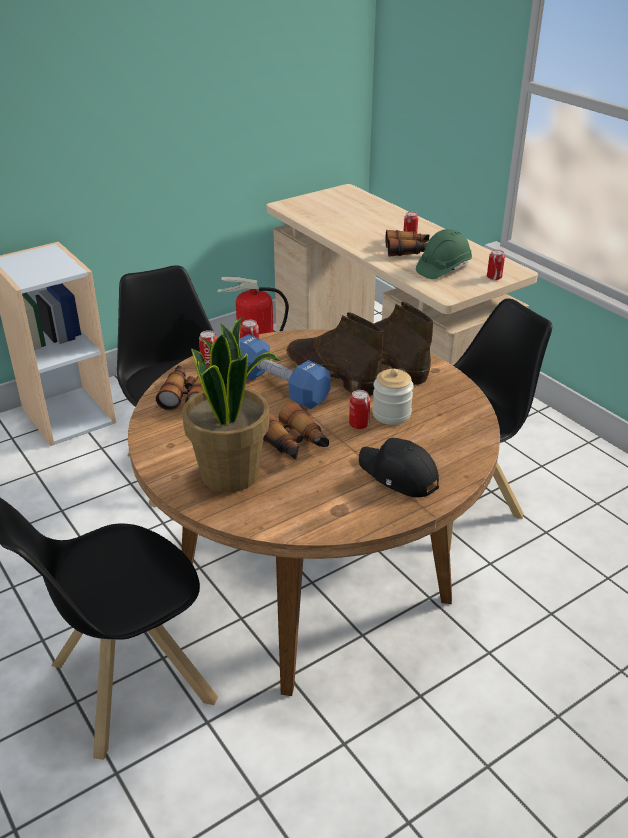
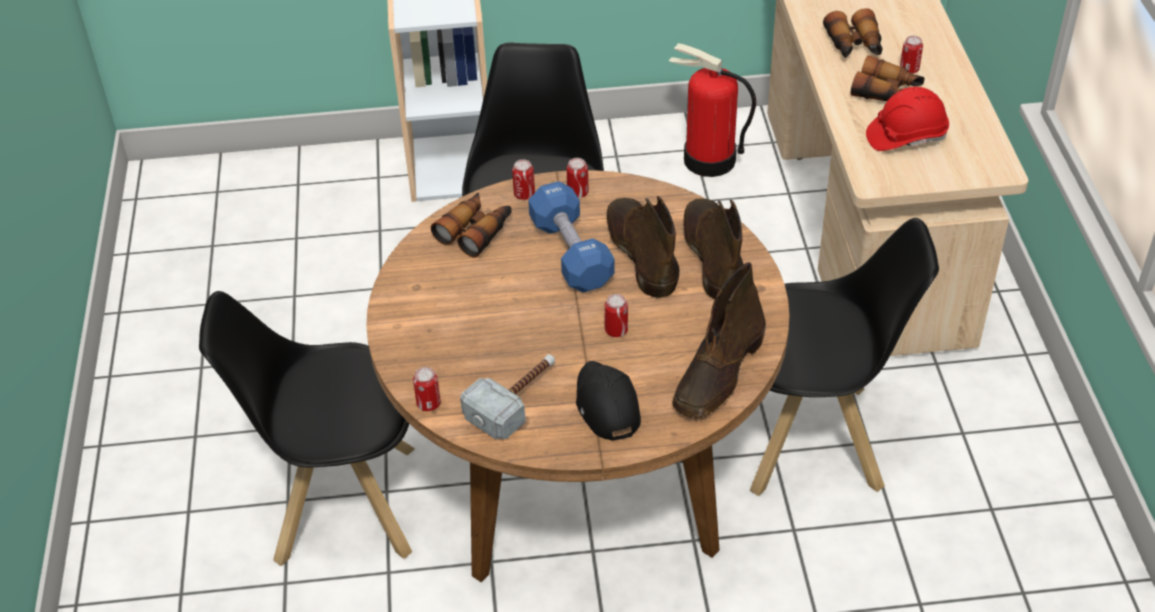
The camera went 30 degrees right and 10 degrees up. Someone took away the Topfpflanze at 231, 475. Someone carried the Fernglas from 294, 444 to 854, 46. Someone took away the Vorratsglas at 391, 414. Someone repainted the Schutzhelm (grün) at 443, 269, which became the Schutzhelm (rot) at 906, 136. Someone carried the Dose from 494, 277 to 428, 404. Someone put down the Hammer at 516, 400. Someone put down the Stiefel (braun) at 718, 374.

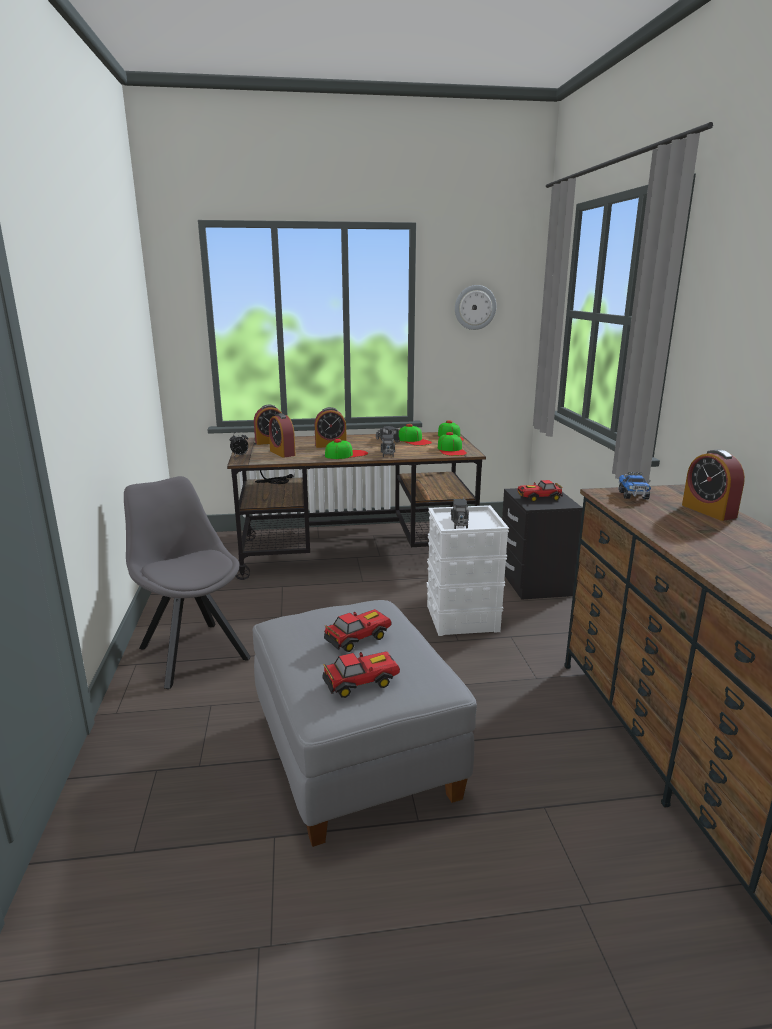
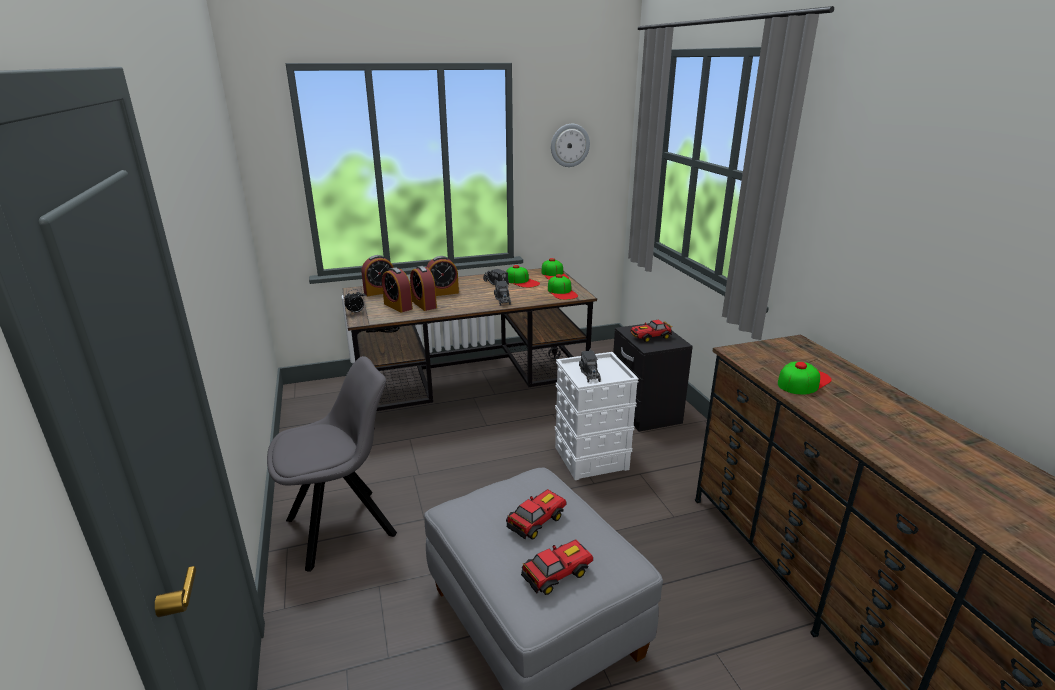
The camera went 10 degrees left and 5 degrees up. Someone rotated the Stuhl (grau) at 192, 653 by 105 degrees clockwise. Someone carried the Kappe from 346, 454 to 803, 381. Someone took away the Spielzeuglaster at 633, 495. Someone carried the Wecker from 708, 511 to 424, 304.

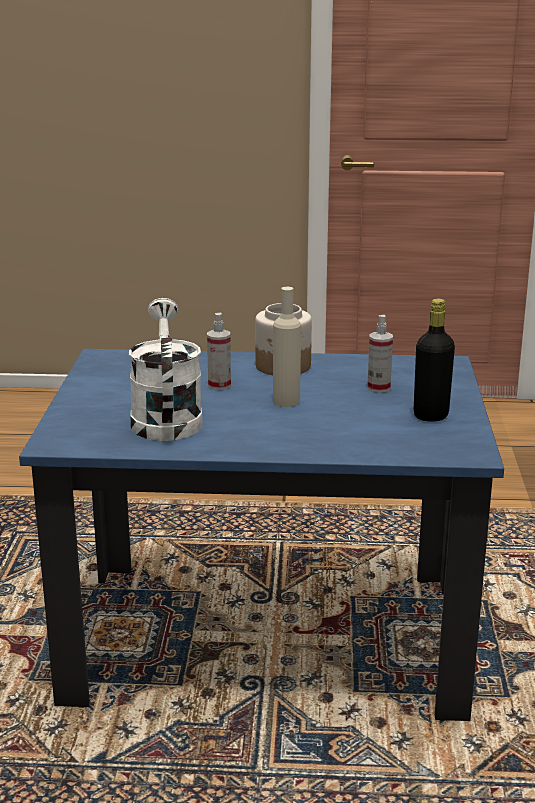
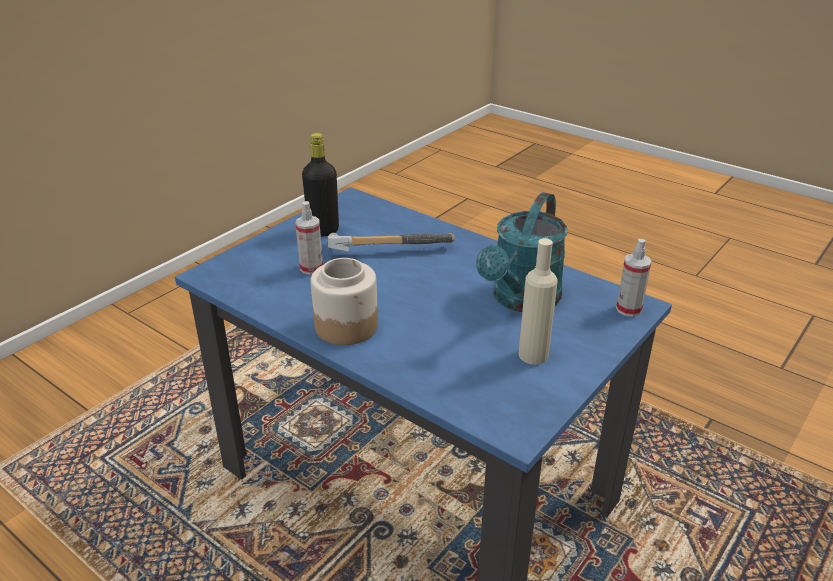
The camera went 145 degrees left and 10 degrees up. Someone repainted the Gießkanne (weiß) at 165, 417, which became the Gießkanne (türkis) at 521, 300. Someone carried the Sprühflasche from 219, 385 to 628, 309. Someone carried the Flasche (beige) from 286, 401 to 533, 355. Someone put down the Hammer at 384, 250.

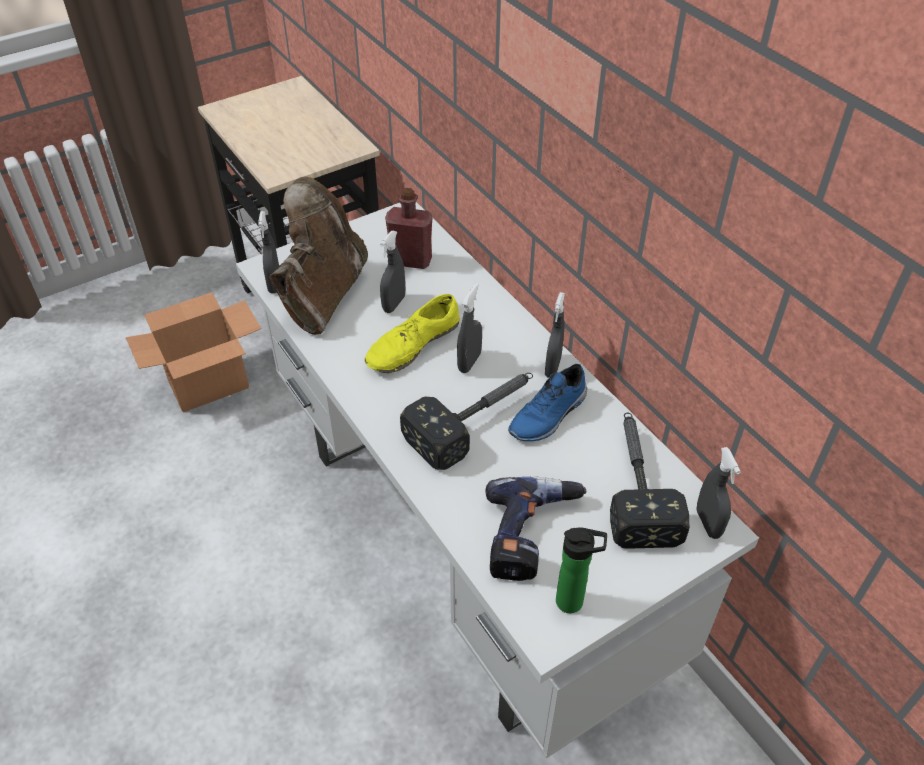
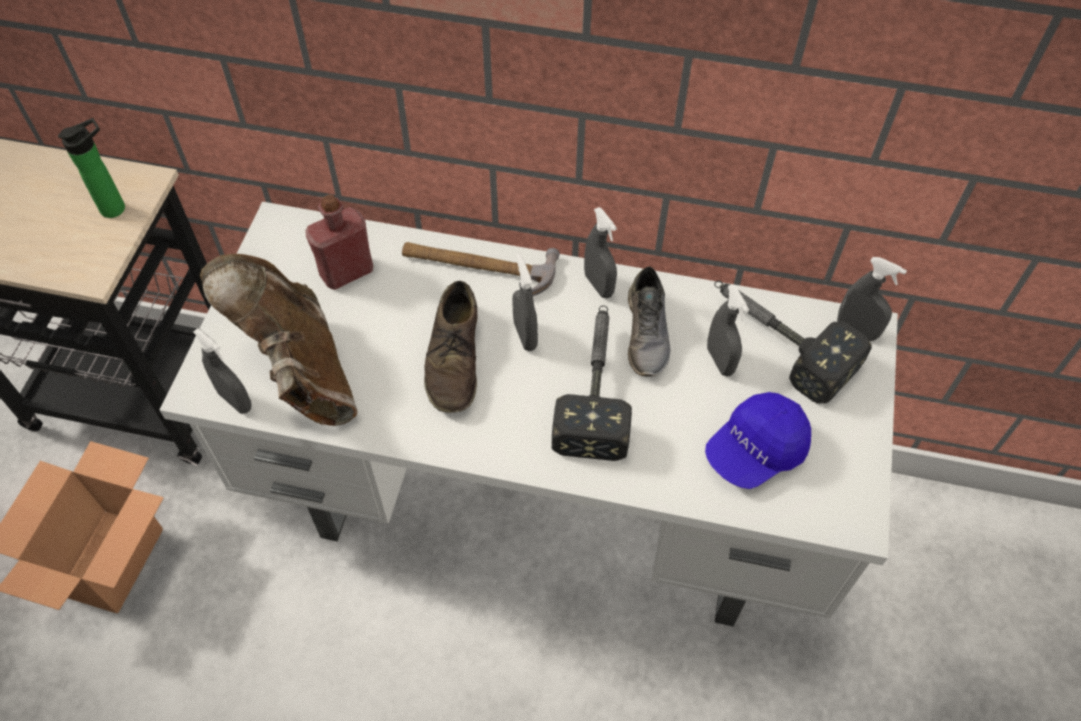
The camera went 45 degrees left and 10 degrees up. Someone repainted the Schuh (gelb) at 412, 345, which became the Schuh (braun) at 454, 358. Someone carried the Sprühflasche (grau) from 394, 304 to 720, 360. Someone swapped the Bohrmaschine at 532, 535 for the Kappe (blau) at 755, 451. Someone repainted the Schuh (blau) at 549, 416, which became the Schuh (grau) at 648, 333. Someone carried the Flasche from 574, 602 to 116, 207. Someone put down the Hammer at 478, 266.

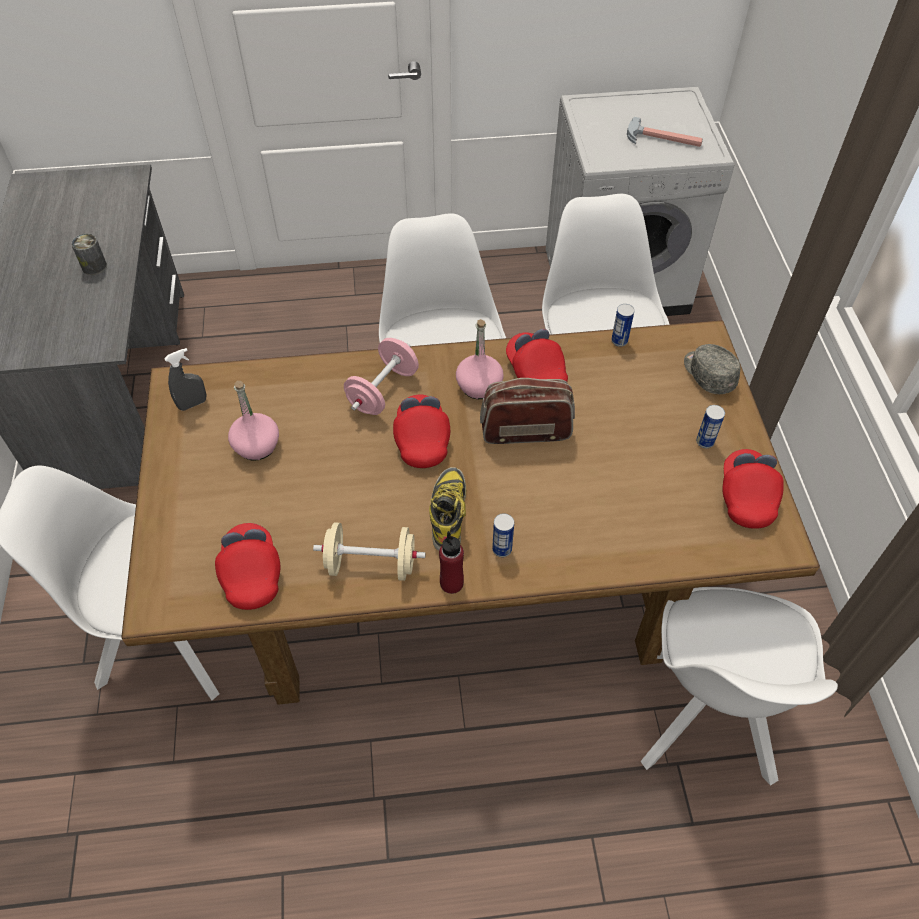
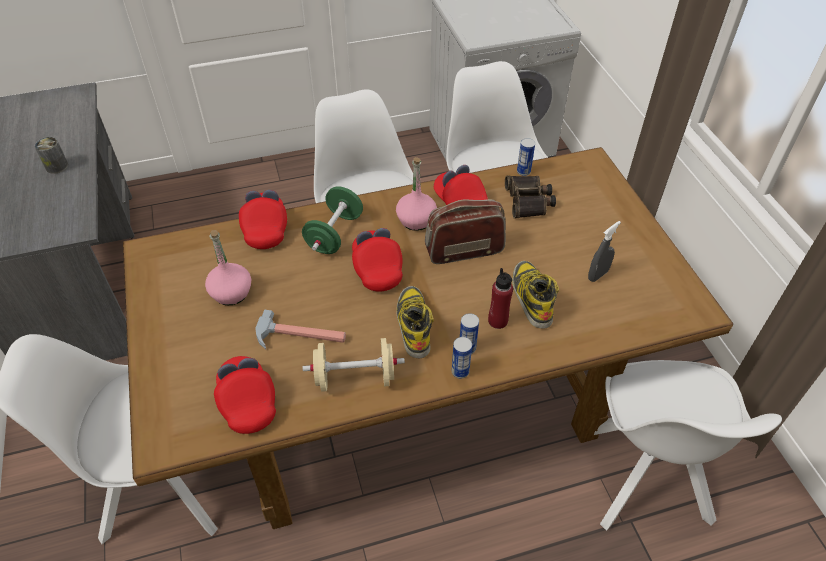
The camera went 10 degrees left and 5 degrees down. Someone carried the Sprühflasche (grau) from 192, 404 to 598, 275. Someone repainted the Hantel (rosa) at 383, 391, which became the Hantel (grün) at 334, 234. Someone carried the Flasche (rot) from 451, 583 to 498, 321. Someone carried the Hammer from 663, 140 to 300, 337. Someone took away the Kappe (grau) at 708, 374. Someone carried the Dose from 705, 441 to 460, 371. Someone carried the Kappe (rot) from 746, 497 to 265, 228. Someone put down the Fernglas at 529, 201. Someone put down the Stiefel at 531, 297.

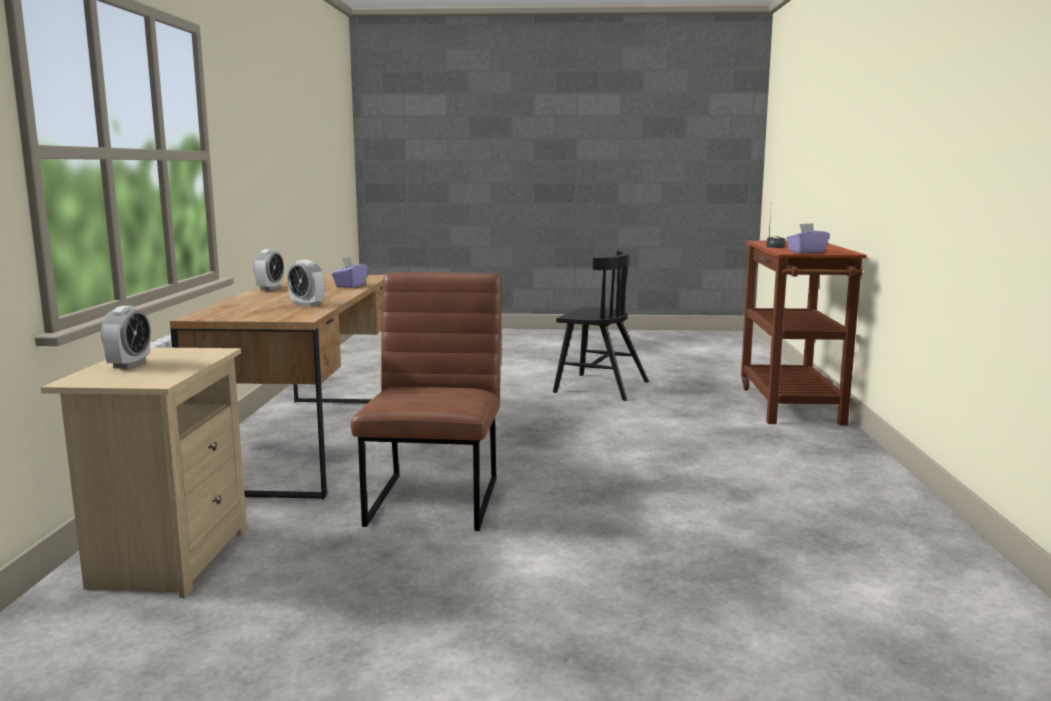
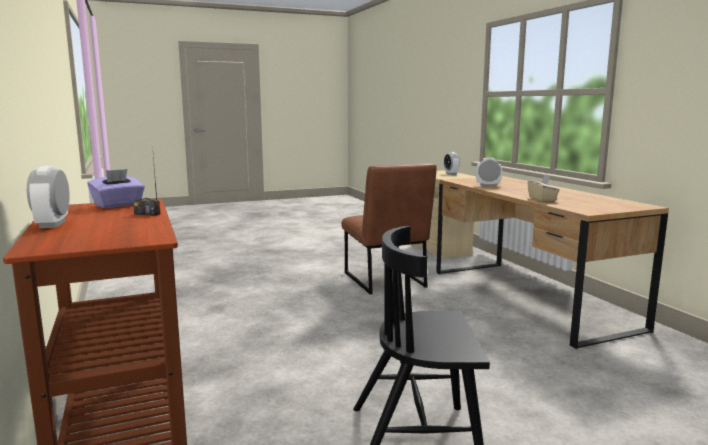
The camera went 155 degrees right and 0 degrees up. Someone carried the Wecker from 270, 289 to 53, 224. Someone repainted the Taschentuchbox (lila) at 350, 286, which became the Taschentuchbox (beige) at 542, 199.

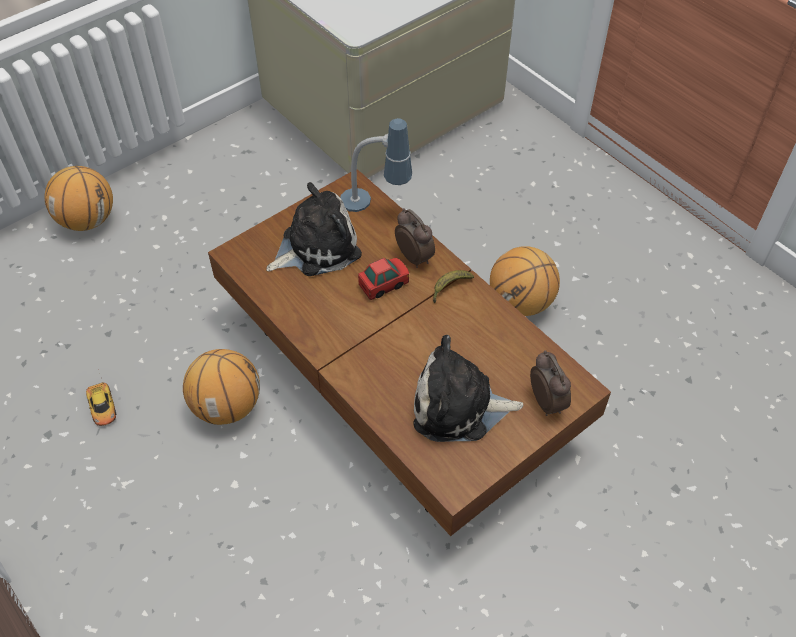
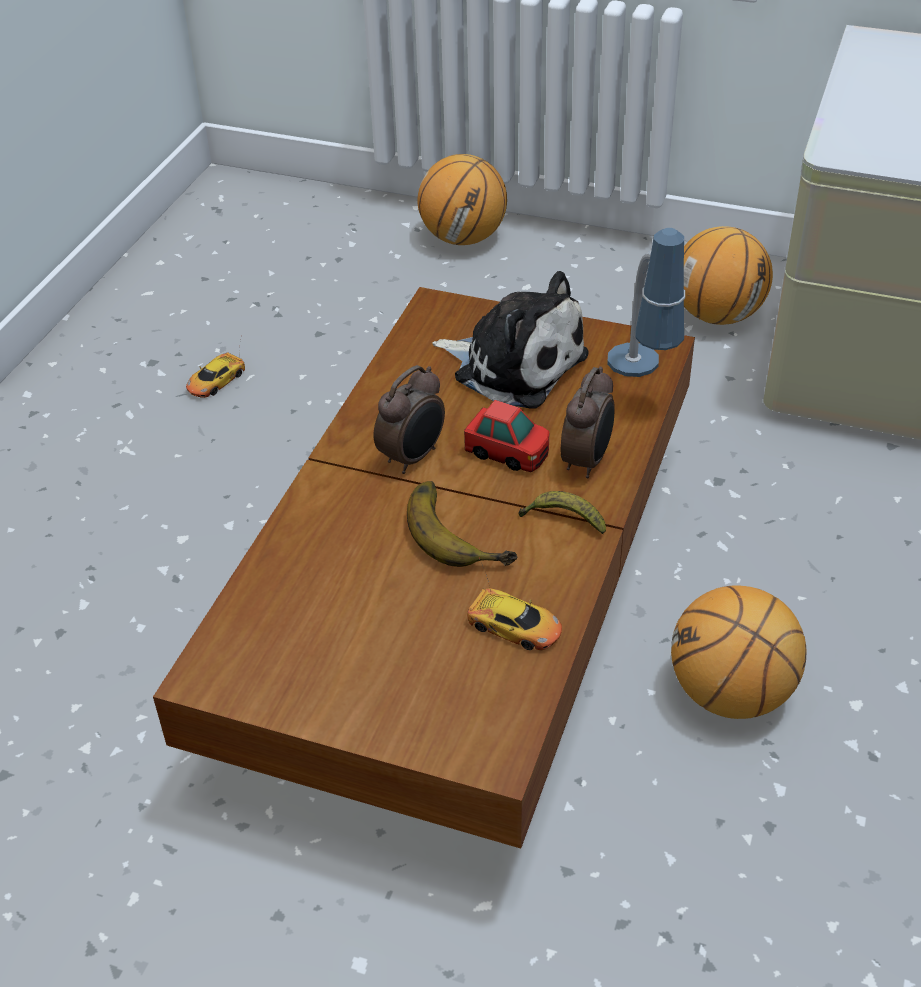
The camera went 60 degrees right and 10 degrees down. Someone carried the Basketball from 227, 406 to 717, 315. Someone took away the Plüschtier at 459, 407. Someone carried the Wecker from 547, 402 to 413, 457. Someone put down the Banane at 461, 529. Someone put down the Spielzeugauto at 515, 626.

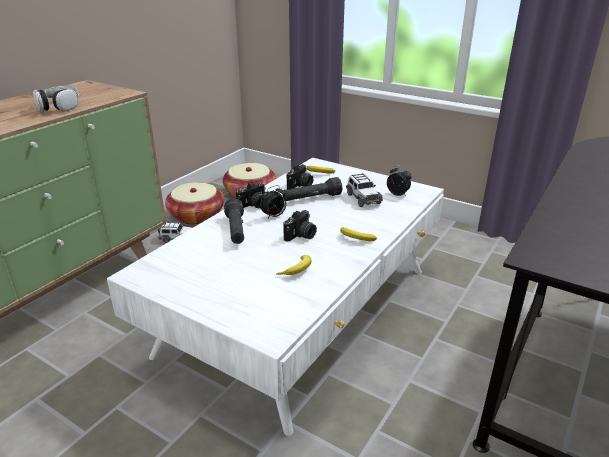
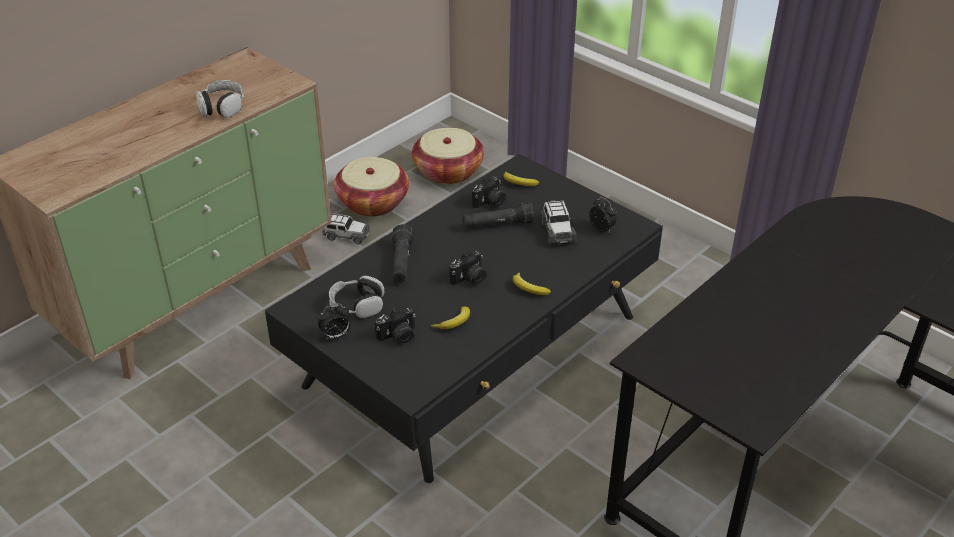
The camera went 10 degrees right and 10 degrees up. Someone repainted the Couchtisch (weiß) at 302, 310, which became the Couchtisch (schwarz) at 474, 351. Someone carried the Kamera from 254, 205 to 398, 337. Someone carried the Wecker from 274, 216 to 335, 336. Someone put down the Kopfhörer at 357, 305.

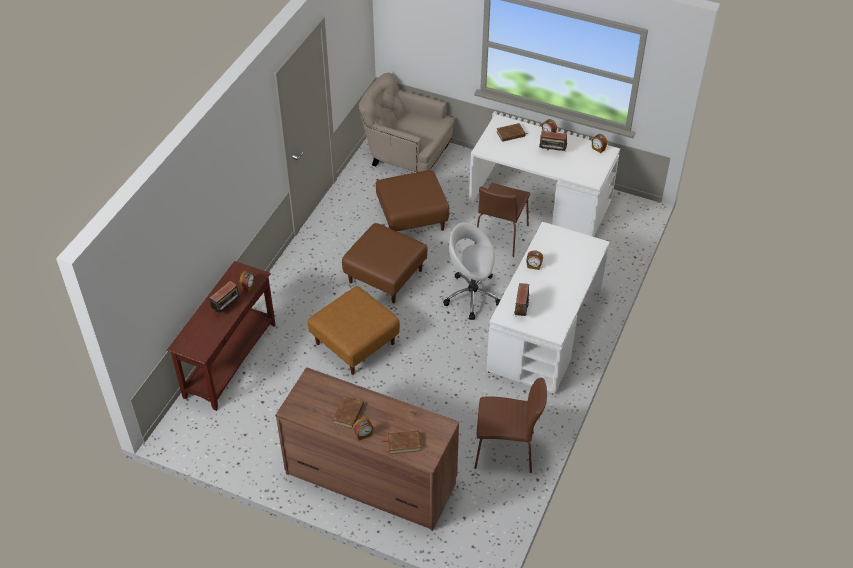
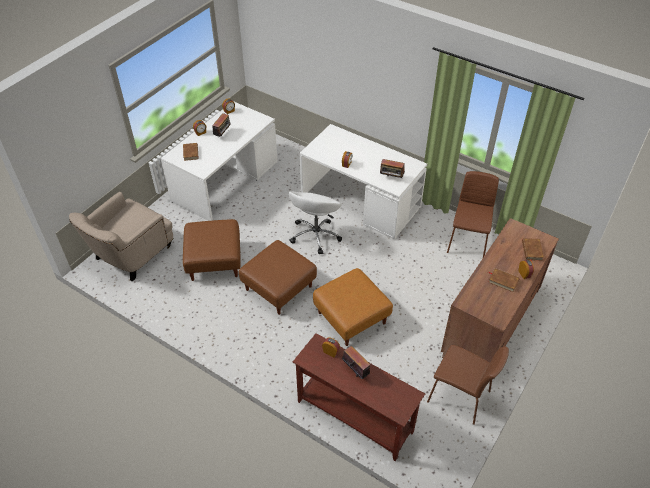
The camera went 80 degrees left and 0 degrees up. Someone carried the Stuhl (braun) from 500, 237 to 461, 397.

